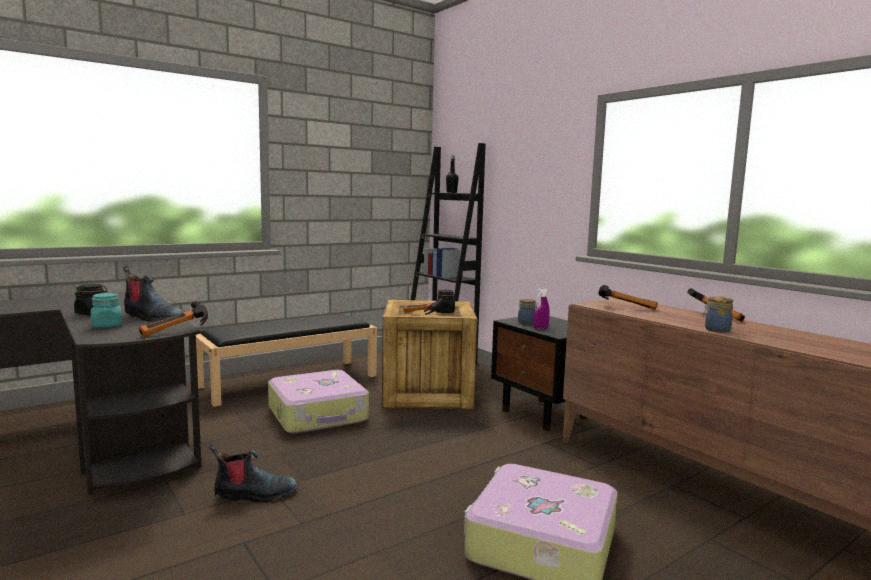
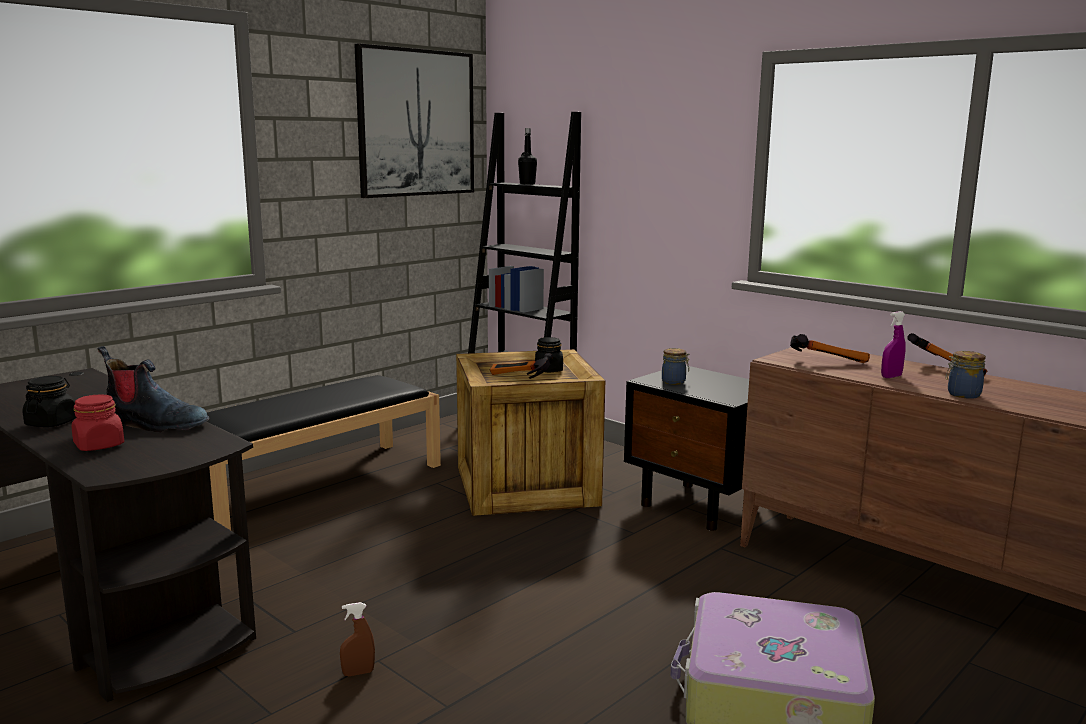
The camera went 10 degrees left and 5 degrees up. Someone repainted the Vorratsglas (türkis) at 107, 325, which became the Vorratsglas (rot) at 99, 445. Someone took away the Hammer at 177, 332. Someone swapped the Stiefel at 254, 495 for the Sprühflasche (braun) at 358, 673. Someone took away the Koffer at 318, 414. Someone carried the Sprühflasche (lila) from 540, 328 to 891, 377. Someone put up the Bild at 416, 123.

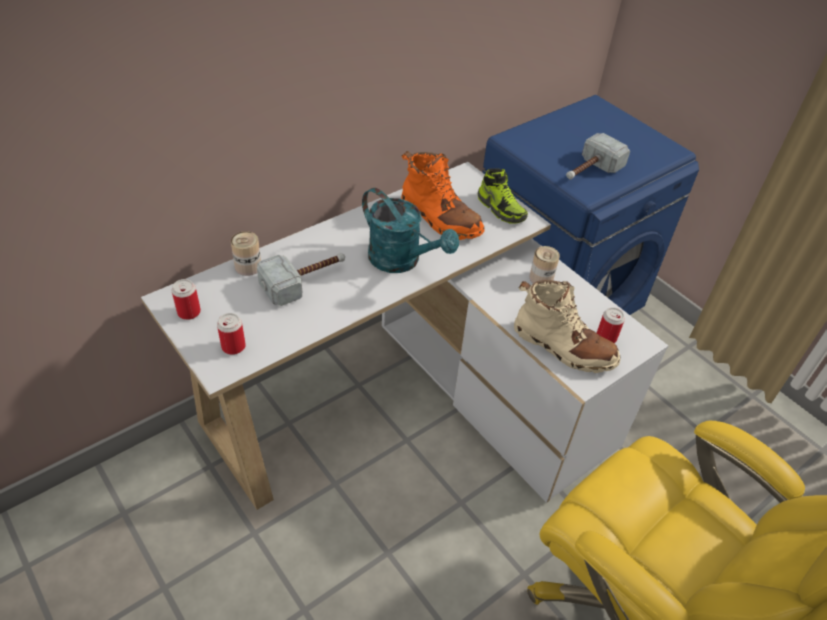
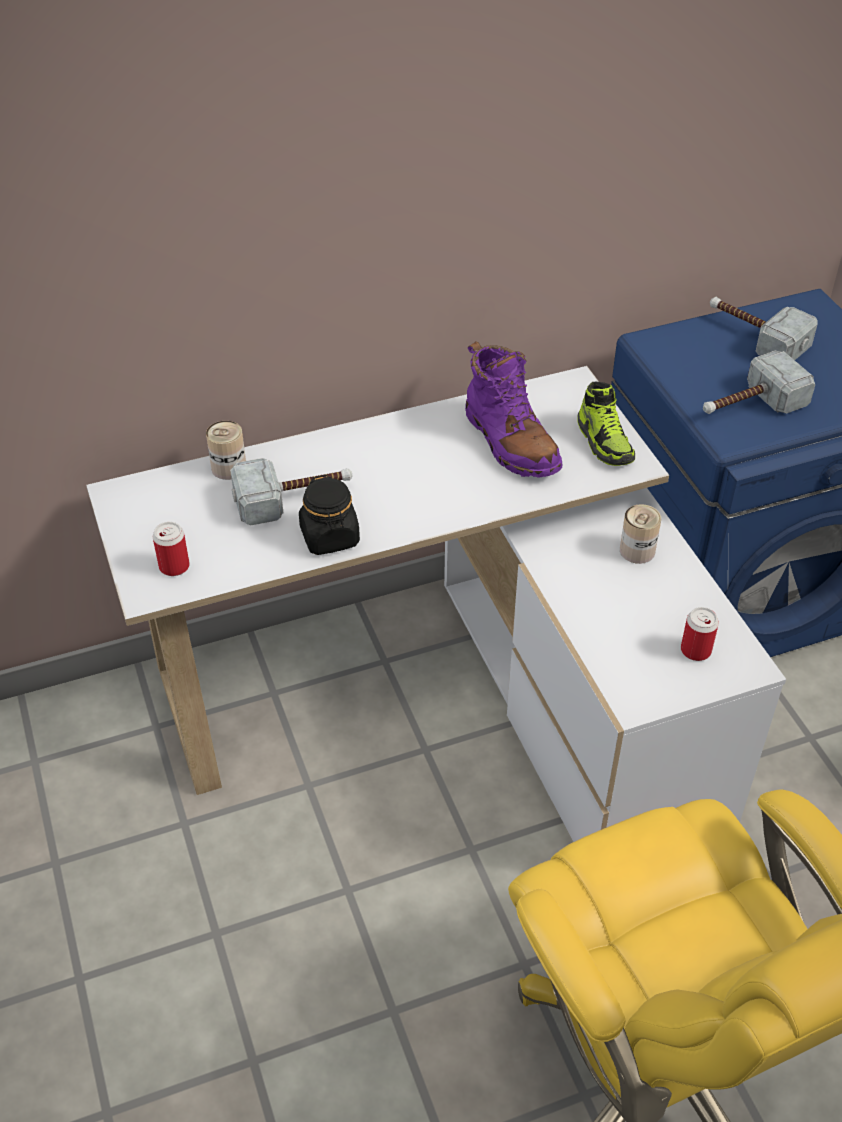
The camera went 20 degrees right and 0 degrees up. Someone took away the Dose at 189, 312. Someone took away the Gießkanne (türkis) at 402, 261. Someone repainted the Stiefel (orange) at 440, 218, which became the Stiefel (lila) at 510, 442. Someone took away the Stiefel (beige) at 563, 347. Someone put down the Vorratsglas (schwarz) at 330, 537. Someone put down the Hammer at 754, 336.

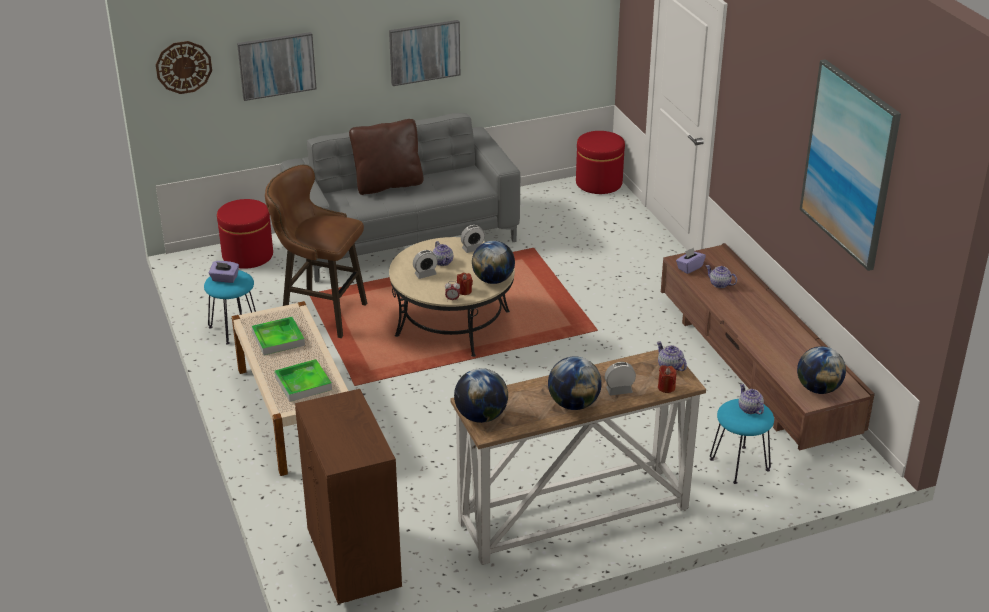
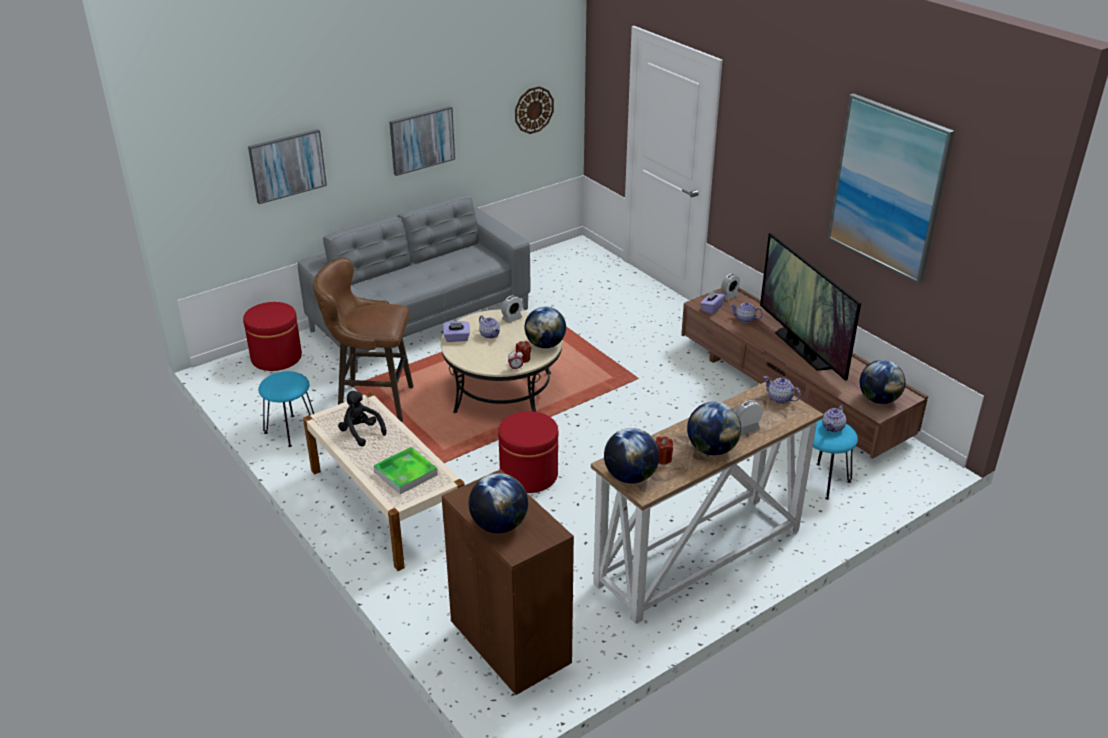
The camera went 15 degrees left and 0 degrees up. Someone carried the Wanduhr from 183, 67 to 533, 110. Someone carried the Taschentuchbox (lila) from 224, 279 to 456, 338. Someone swapped the Tablett at 278, 339 for the Plüschtier (schwarz) at 361, 433. Someone took away the Kissen (braun) at 388, 185. Someone carried the Wecker from 425, 274 to 729, 296. Someone carried the Polsterhocker (rot) from 599, 183 to 529, 475. Someone carried the Kerze (rot) from 666, 387 to 662, 458. Someone rotated the Teekanne at 749, 409 by 105 degrees counterclockwise. Someone put down the Globus at 499, 525. Someone put down the Fernseher at 802, 349.

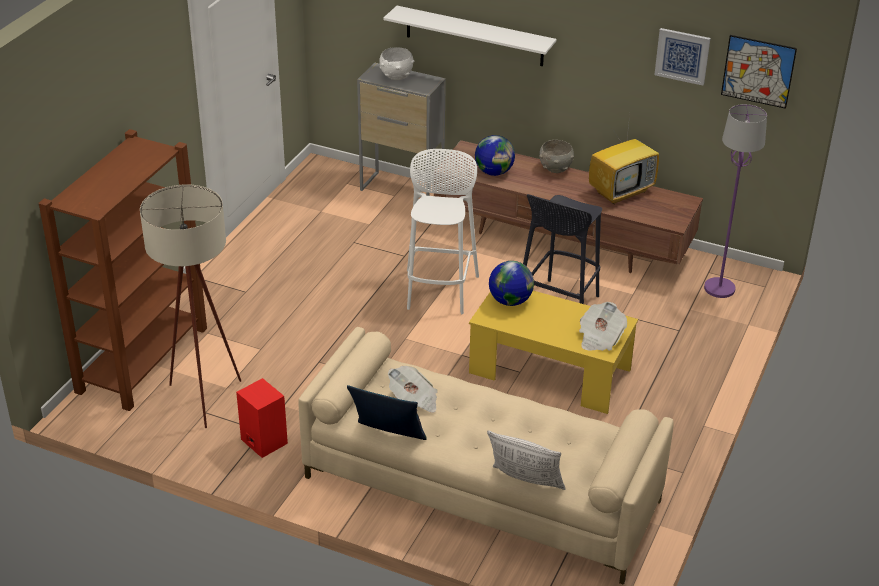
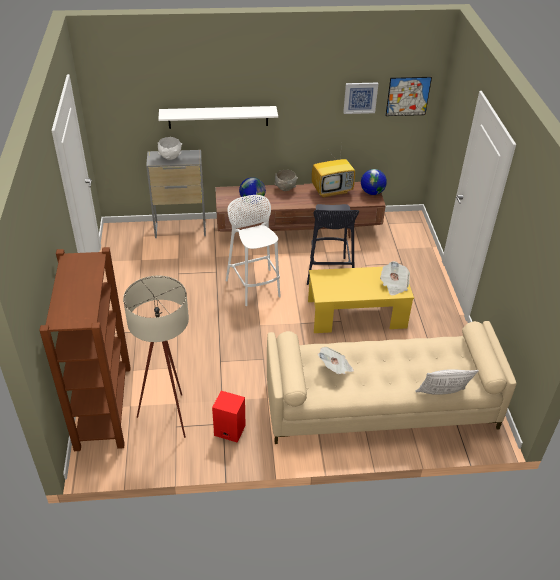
The camera went 30 degrees left and 5 degrees up. Someone took away the Kissen (blau) at 387, 437. Someone carried the Globus from 510, 301 to 372, 192. Someone rotated the Fernseher at 621, 191 by 45 degrees clockwise. Someone took away the Stehlampe (lila) at 719, 288.

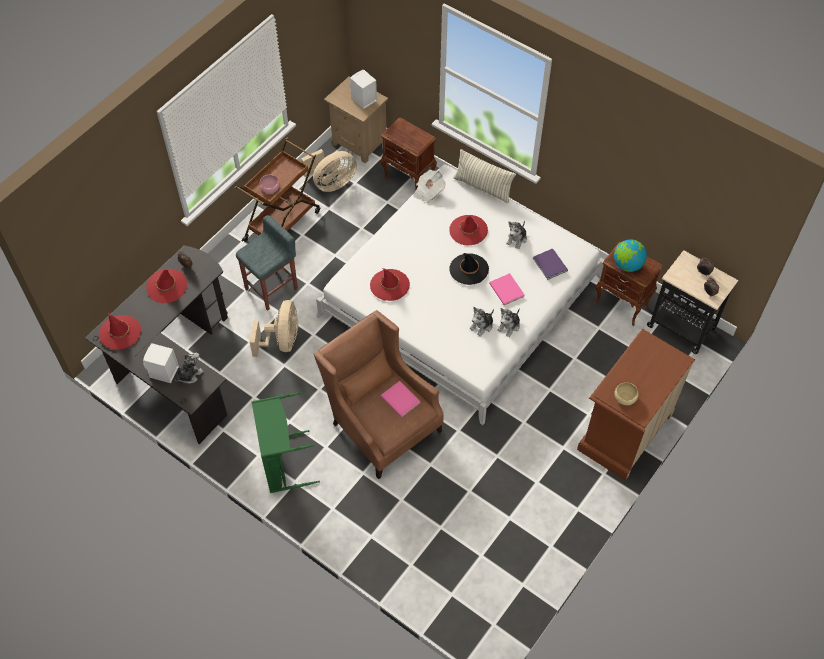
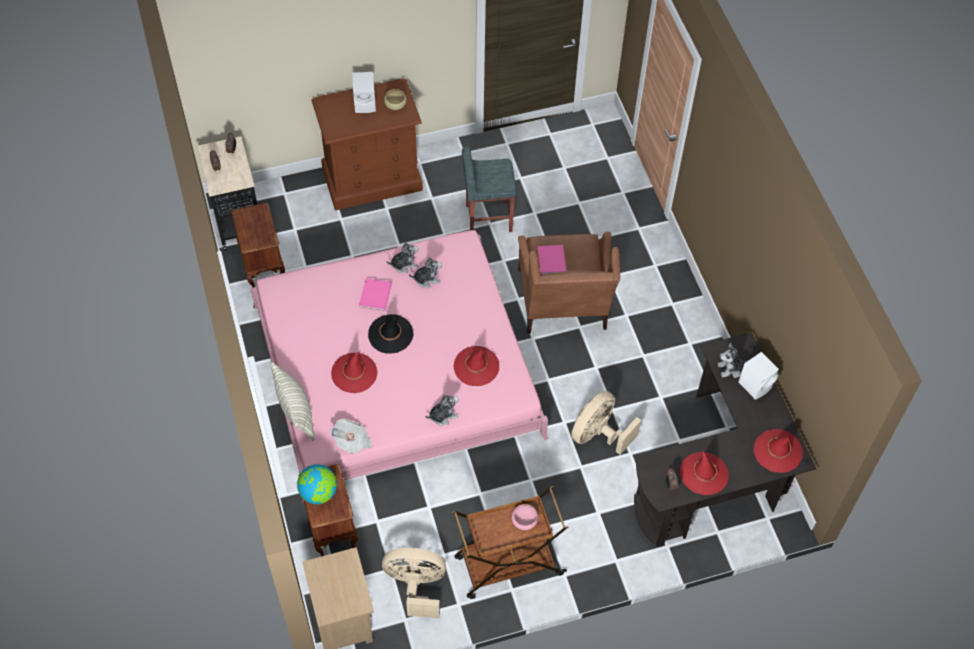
The camera went 145 degrees left and 0 degrees up. Someone carried the Hocker (grau) from 272, 288 to 488, 218. Someone took away the Wäschekorb (grün) at 282, 463. Someone repainted the Bett (weiß) at 460, 297, which became the Bett (rosa) at 397, 370. Someone carried the Lautsprecher (weiß) from 363, 100 to 366, 104. Someone carried the Plüschtier from 517, 239 to 443, 415. Someone took away the Buch (lila) at 550, 263. Someone carried the Globus from 627, 265 to 318, 493.

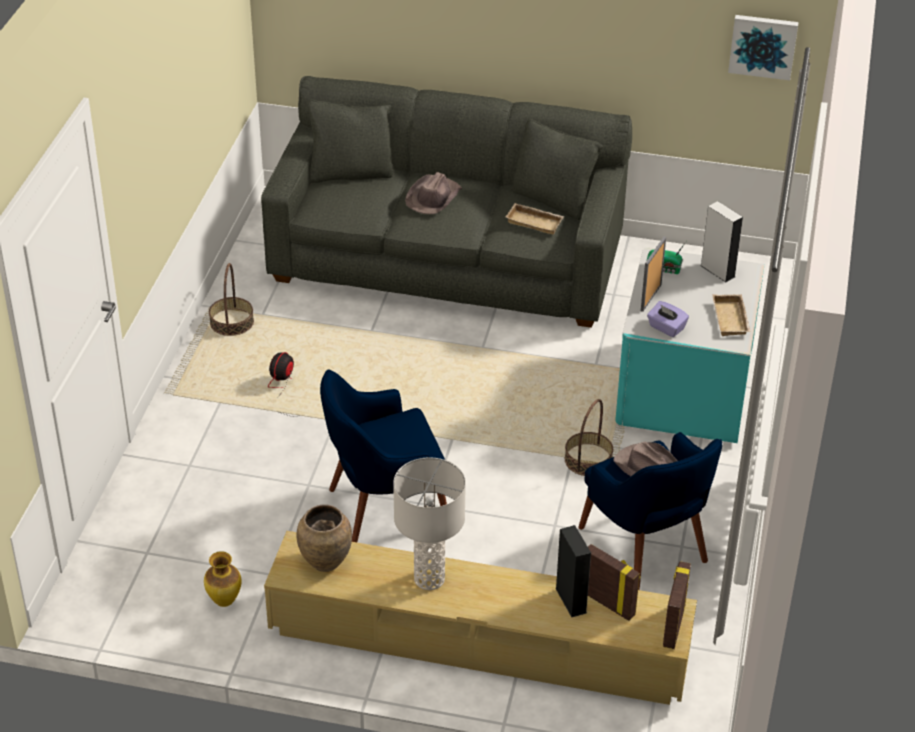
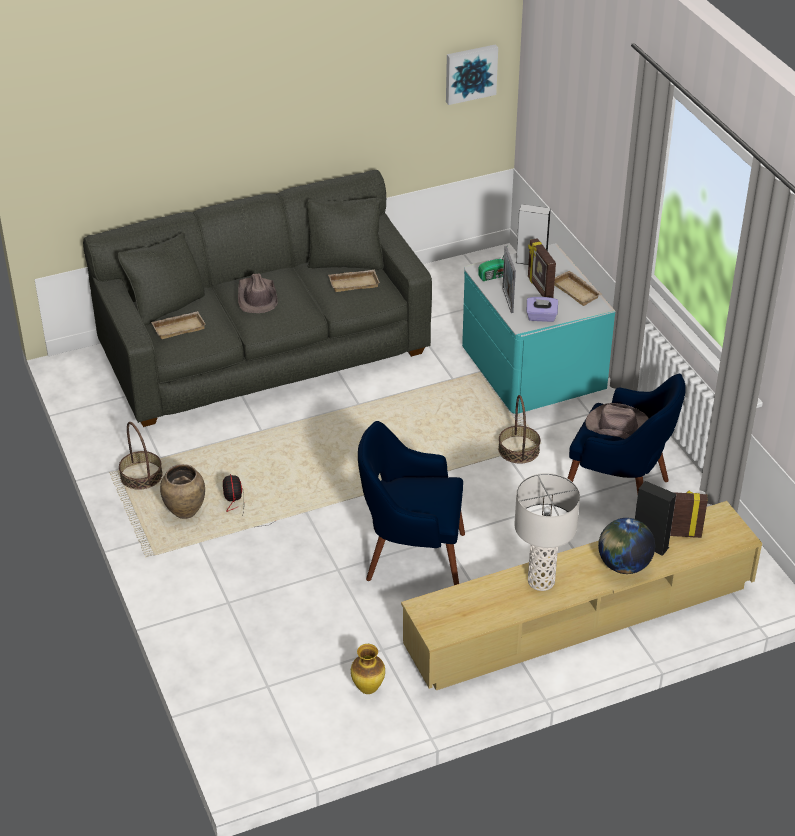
The camera went 35 degrees left and 0 degrees up. Someone carried the Vase (braun) from 325, 562 to 185, 512. Someone rotated the Sessel (blau) at 384, 507 by 60 degrees clockwise. Someone carried the Bilderrahmen from 673, 626 to 539, 288. Someone put down the Tablett (beige) at 179, 327. Someone put down the Globus at 623, 565.

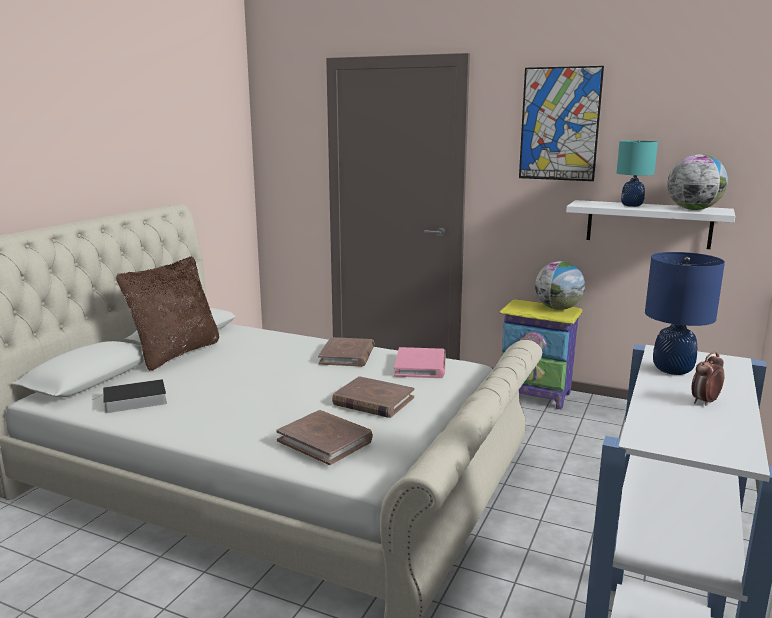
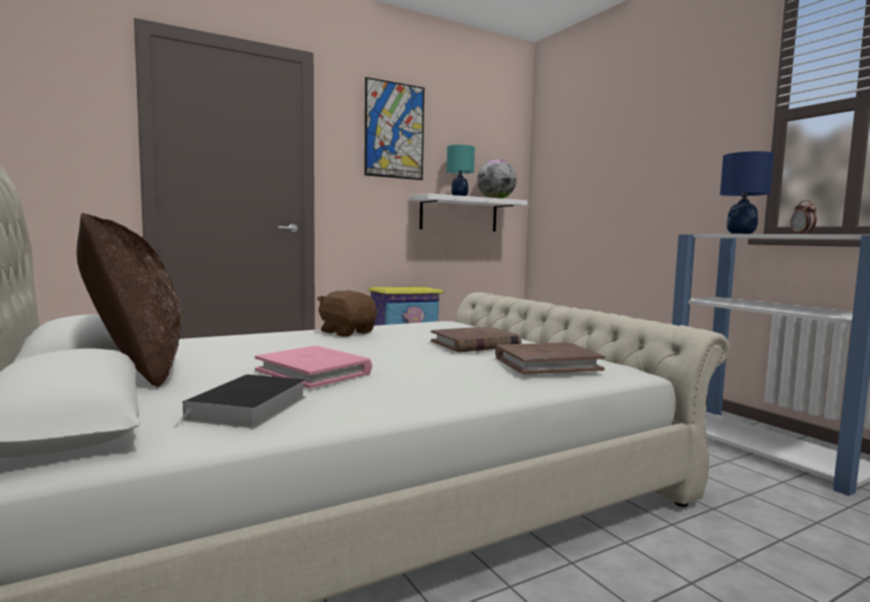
The camera went 55 degrees left and 10 degrees down. Someone swapped the Buch (braun) at 347, 355 for the Plüschtier (braun) at 347, 332. Someone carried the Buch (rosa) from 420, 366 to 314, 371. Someone took away the Globus at 558, 308.

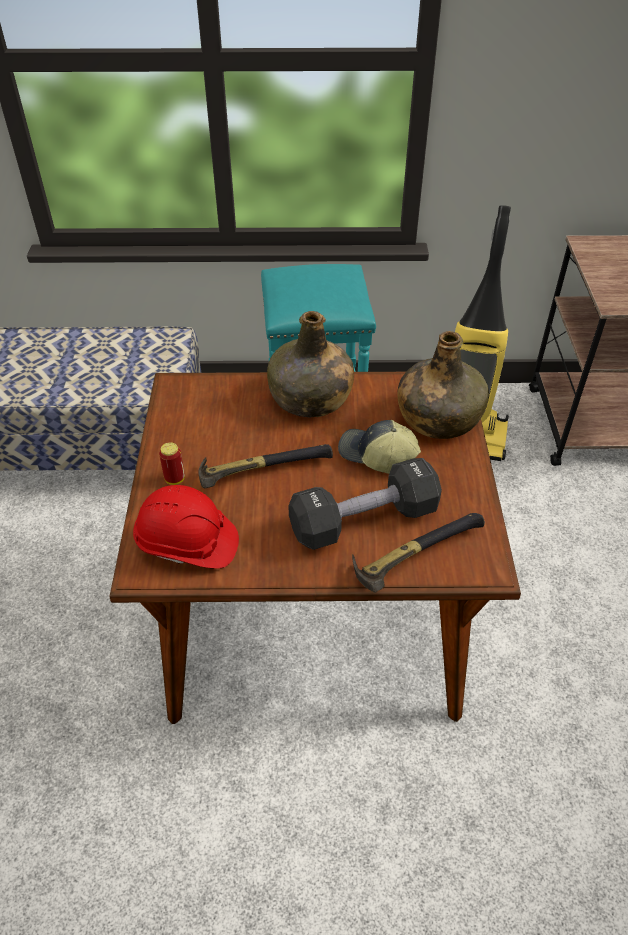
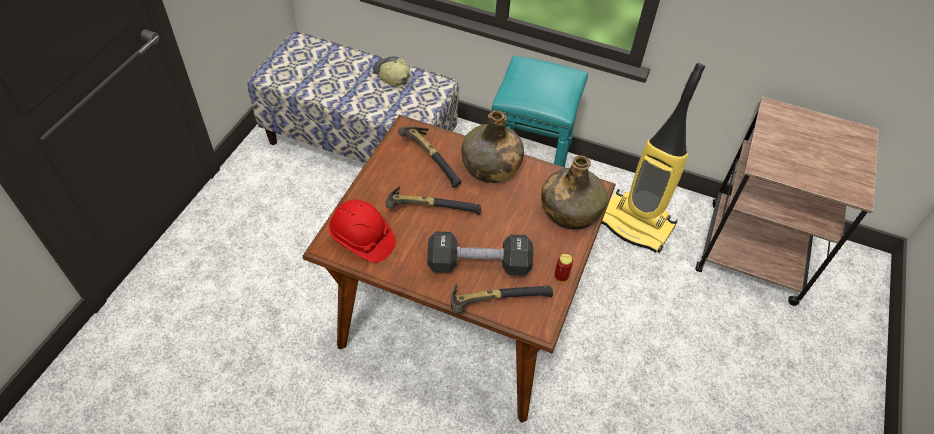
The camera went 20 degrees right and 5 degrees up. Someone carried the Dose from 175, 479 to 561, 277. Someone carried the Kappe from 377, 456 to 391, 75. Someone put down the Hammer at 433, 158.

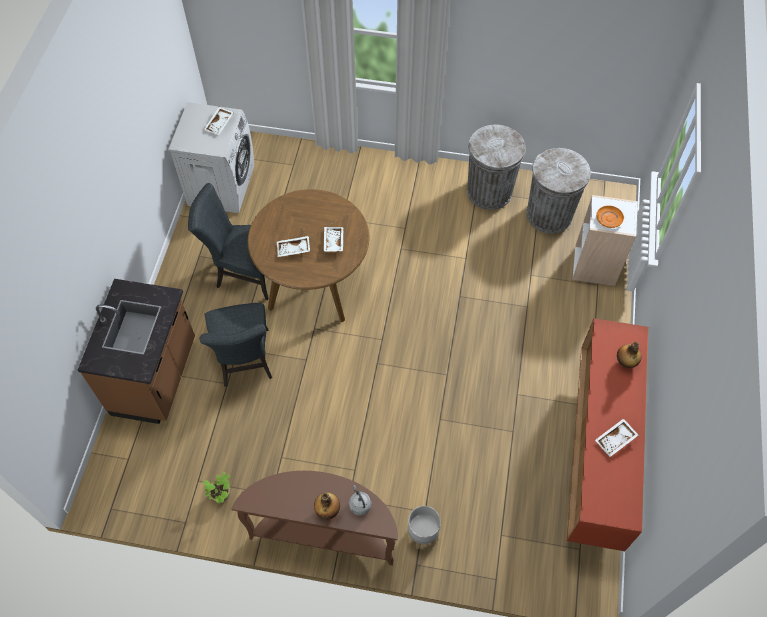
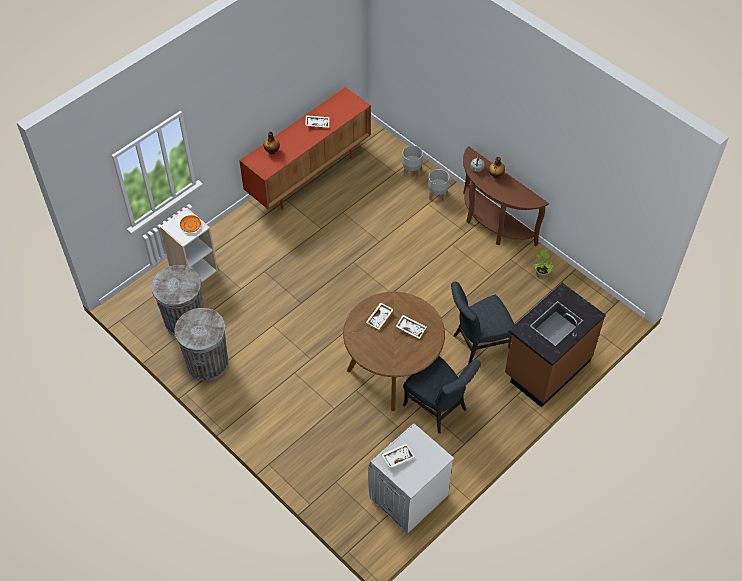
The camera went 145 degrees left and 5 degrees down. Someone rotated the Stuhl (grau) at 245, 361 by 135 degrees counterclockwise. Someone put down the Pflanzkübel (grau) at 411, 171.

